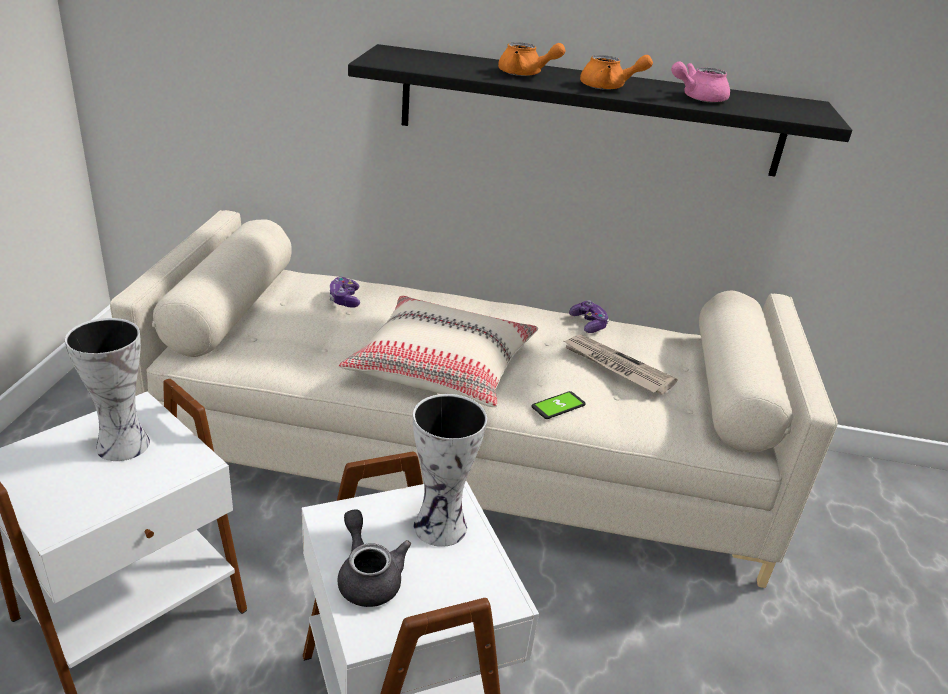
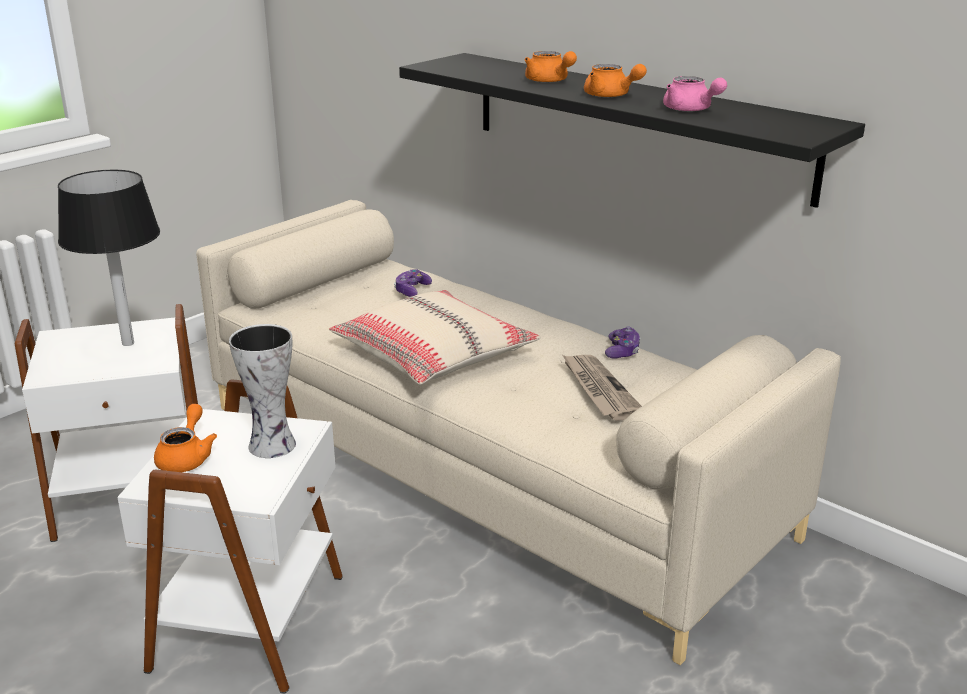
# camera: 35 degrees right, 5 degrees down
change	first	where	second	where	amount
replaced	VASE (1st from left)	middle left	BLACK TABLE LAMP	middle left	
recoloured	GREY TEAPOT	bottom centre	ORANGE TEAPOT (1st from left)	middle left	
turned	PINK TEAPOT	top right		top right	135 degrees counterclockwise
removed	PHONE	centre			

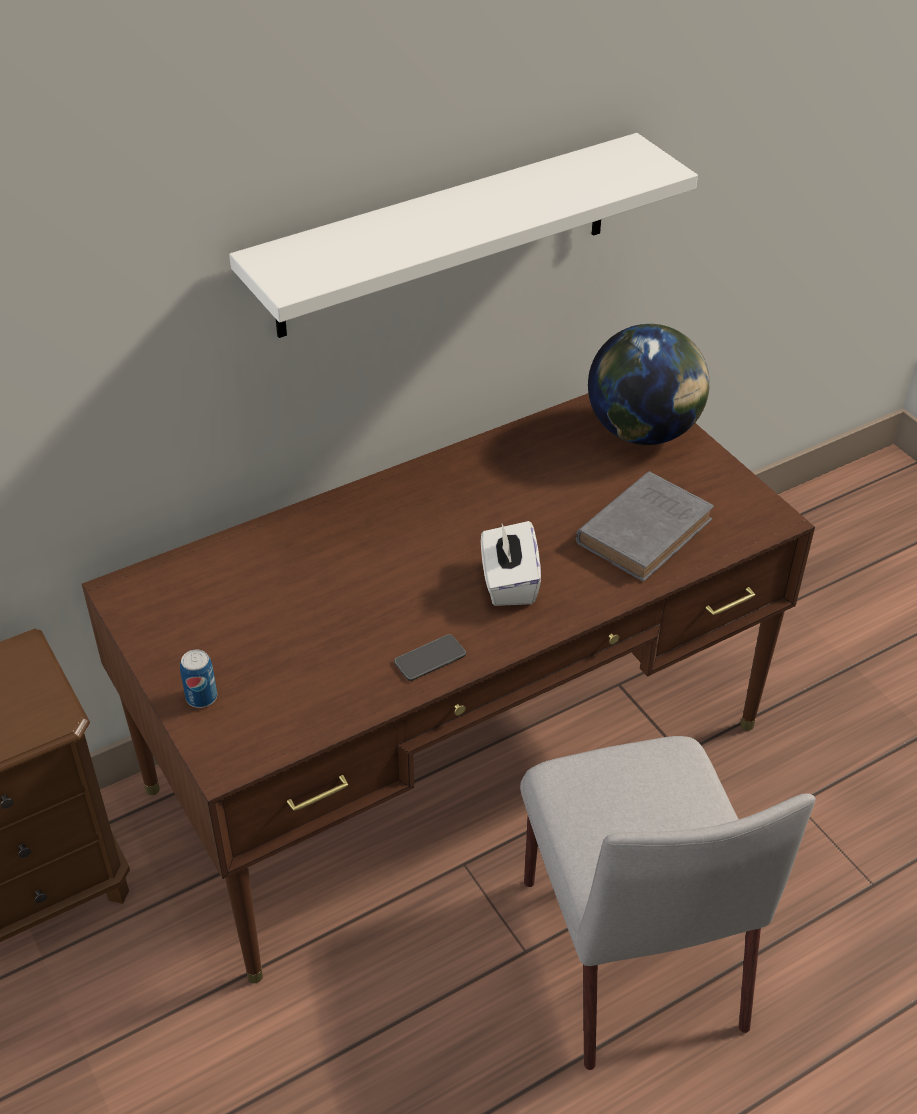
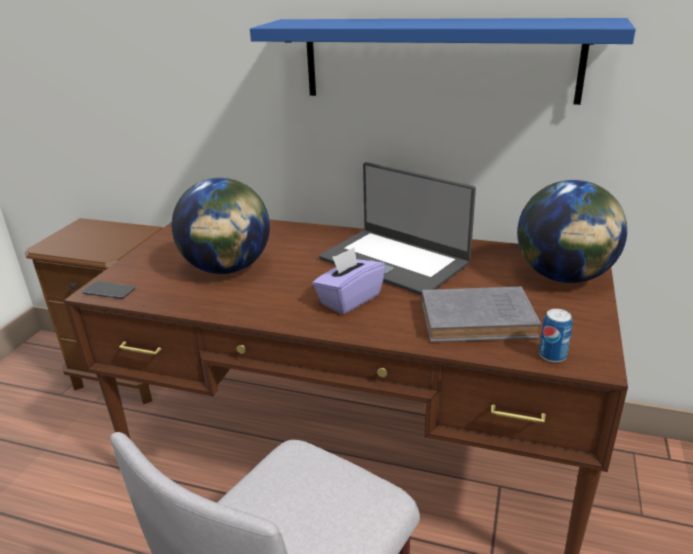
# camera: 50 degrees right, 15 degrees down
change	first	where	second	where	amount
moved	PHONE	centre		middle left	
added			GLOBE (1st from left)	middle left	
recoloured	WHITE SHELF	top centre	BLUE SHELF	top centre	
recoloured	WHITE TISSUE BOX	centre	PURPLE TISSUE BOX	centre	
added			LAPTOP	centre	
moved	CAN	middle left		middle right	

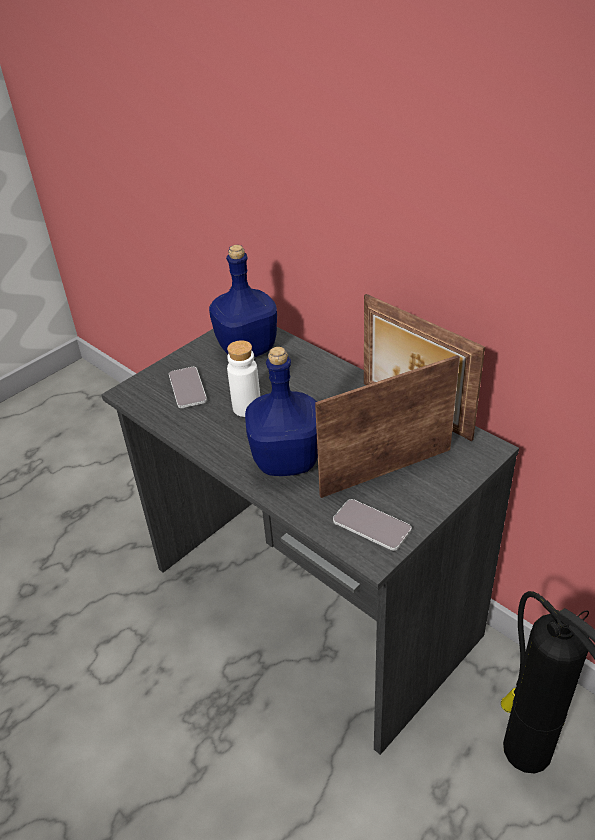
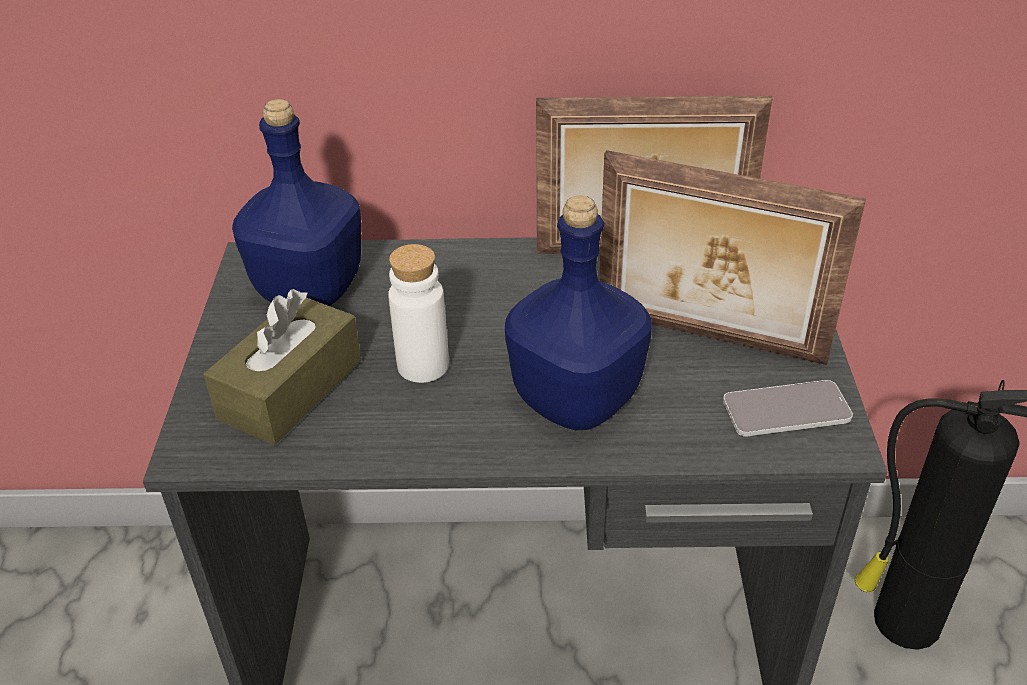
# camera: 45 degrees left, 0 degrees up
change	first	where	second	where	amount
replaced	PHONE (1st from left)	middle left	BROWN TISSUE BOX	middle left	
turned	PICTURE FRAME (1st from left in the first image)	centre	PICTURE FRAME (2nd from left)	middle right	90 degrees counterclockwise

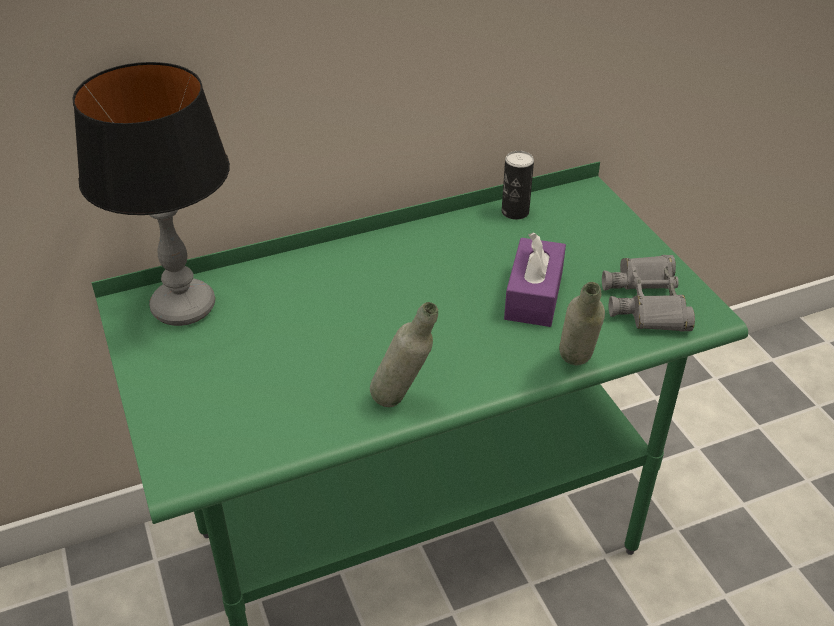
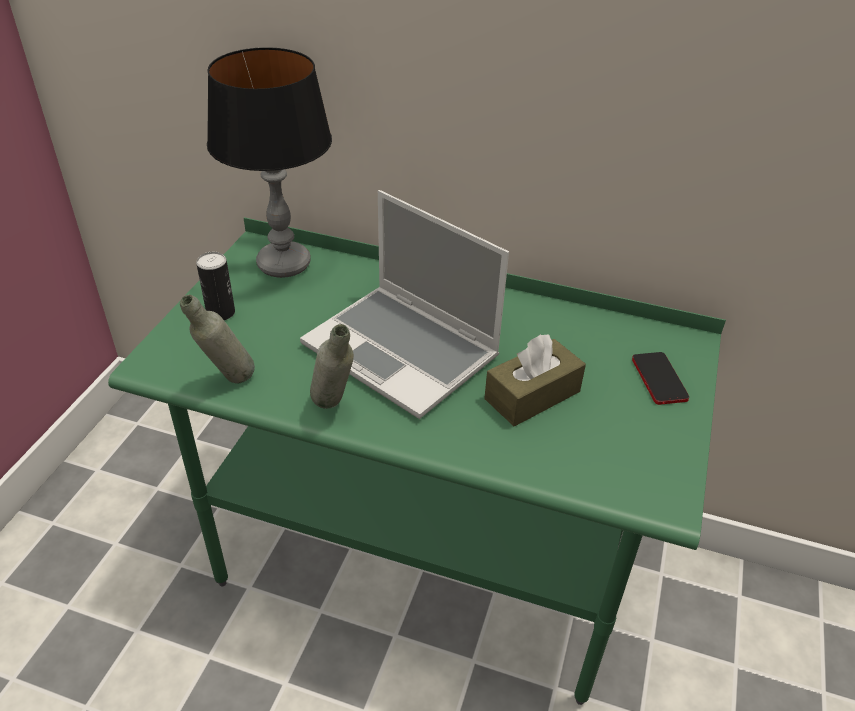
# camera: 40 degrees right, 0 degrees up
change	first	where	second	where	amount
moved	GREY BOTTLE (2nd from left in the first image)	middle right	GREY BOTTLE (1st from left)	middle left	
moved	CAN	top centre		middle left	
added			LAPTOP	centre	
recoloured	PURPLE TISSUE BOX	centre	BROWN TISSUE BOX	centre	
added			PHONE	middle right	
removed	GREY BINOCULARS	middle right			

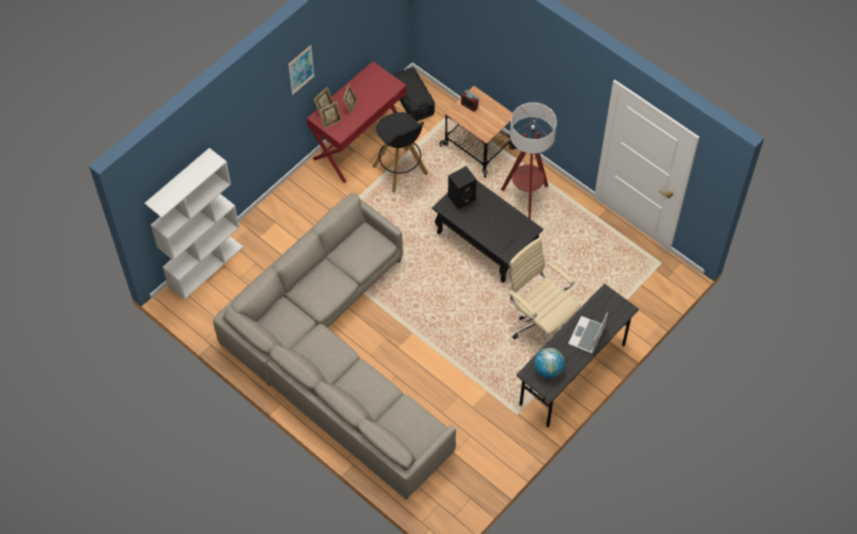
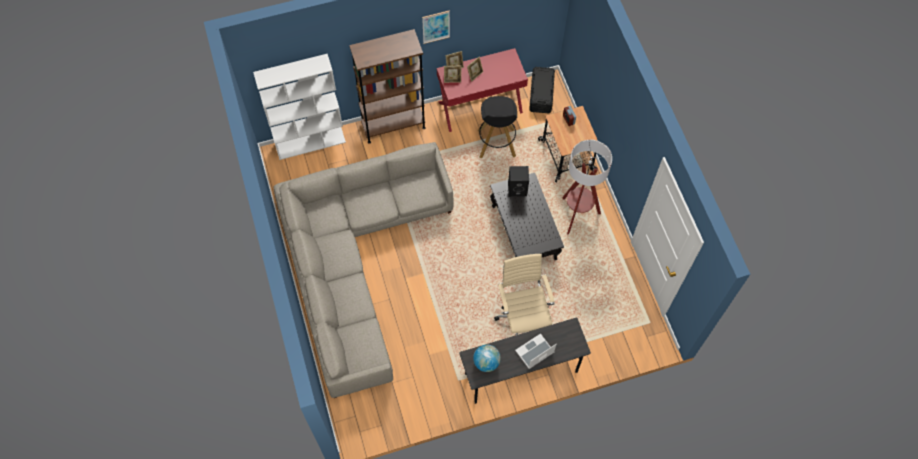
# camera: 30 degrees right, 5 degrees up
change	first	where	second	where	amount
added			BROWN BOOKCASE	top centre	

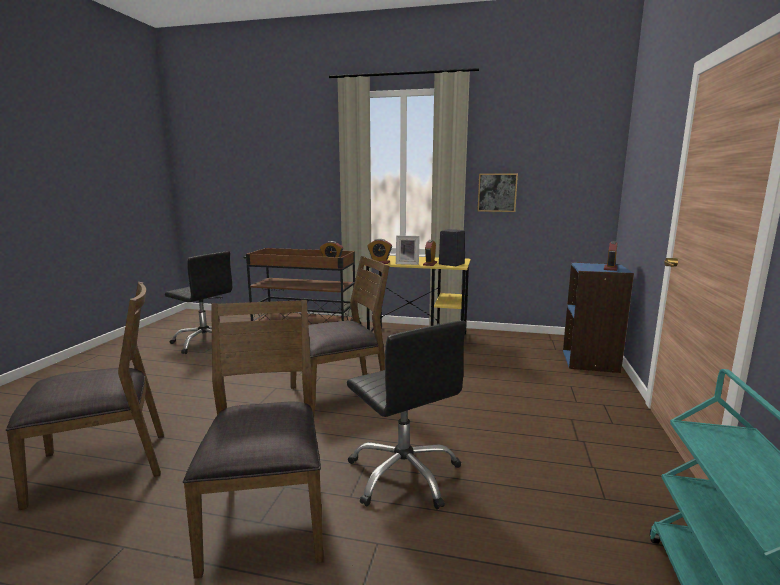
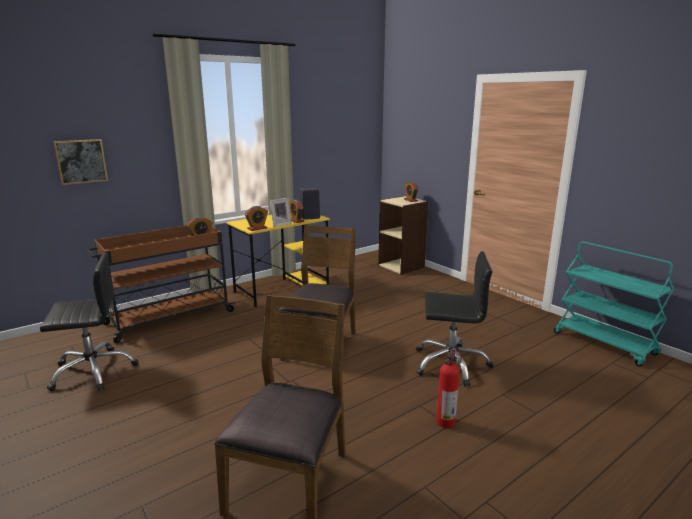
# camera: 50 degrees left, 5 degrees up
change	first	where	second	where	amount
moved	PICTURE	top centre		top left	
recoloured	BLUE BOOKCASE	middle right	BEIGE BOOKCASE	centre	
replaced	BROWN CHAIR (2nd from left)	bottom left	FIRE EXTINGUISHER	bottom centre	

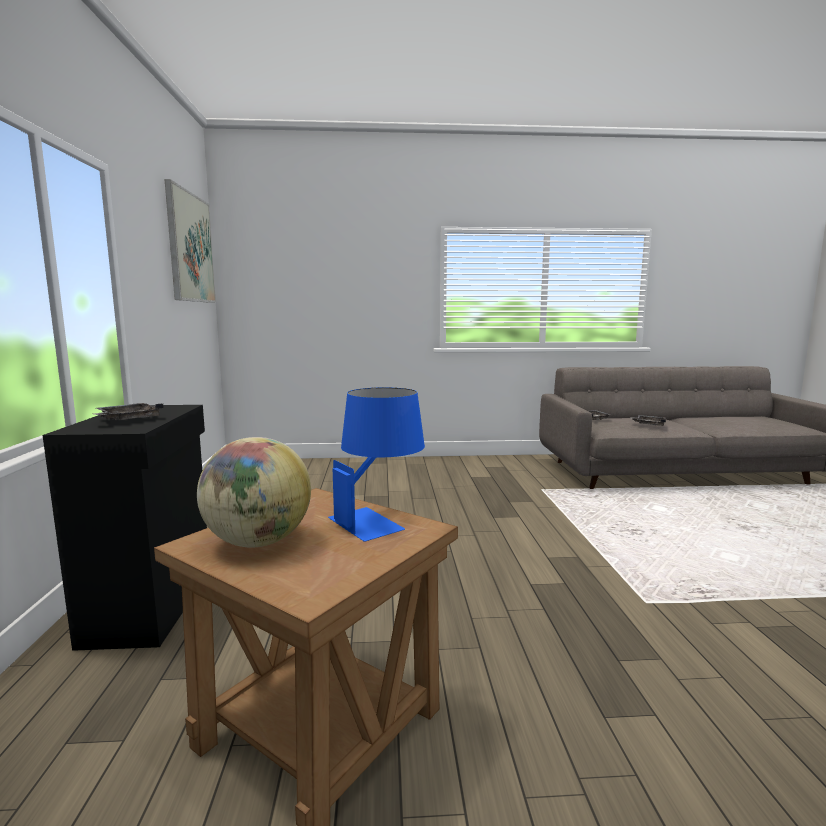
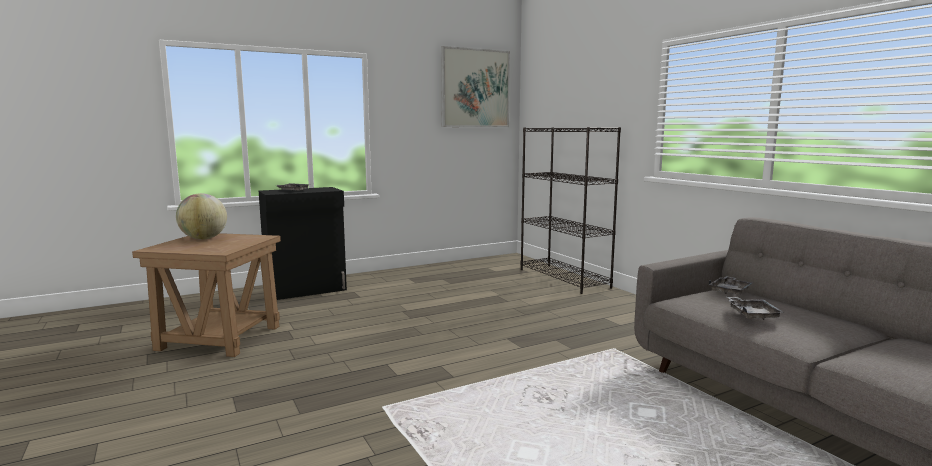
# camera: 65 degrees right, 0 degrees up
change	first	where	second	where	amount
added			BLACK BOOKCASE	centre	
removed	BLUE TABLE LAMP	centre			

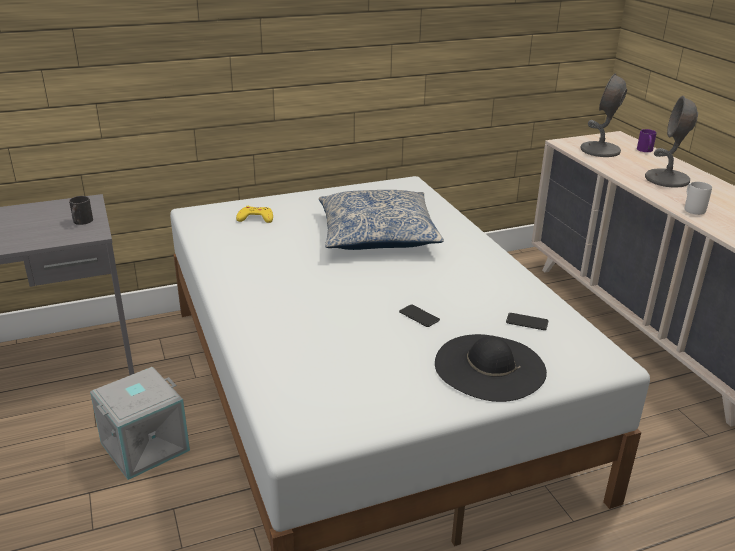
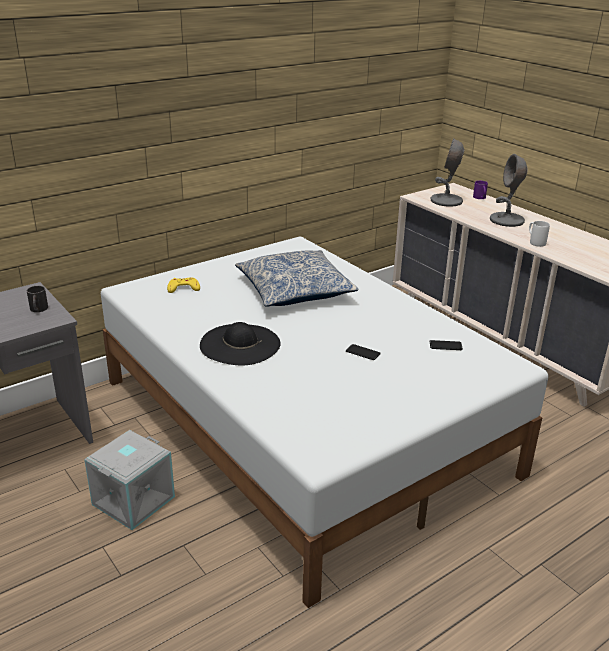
# camera: 15 degrees left, 0 degrees up
change	first	where	second	where	amount
moved	BLACK HAT	bottom right		centre	

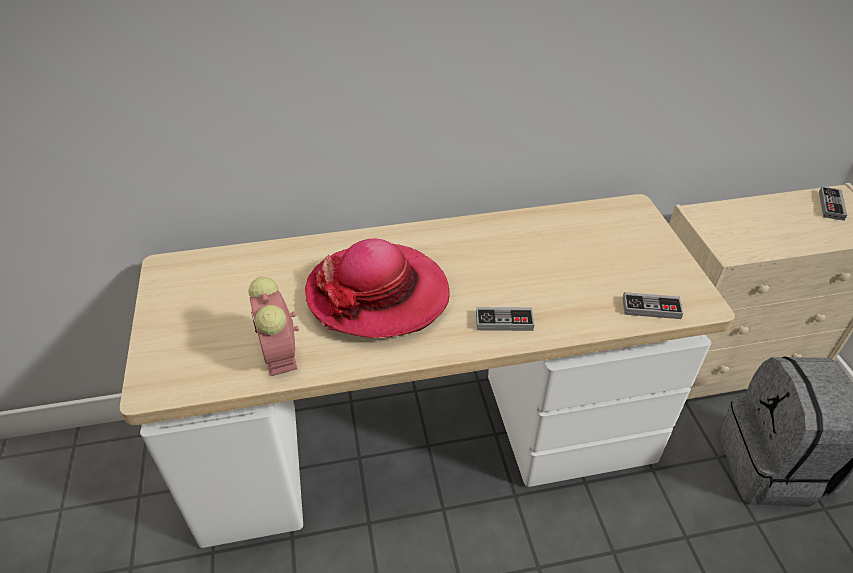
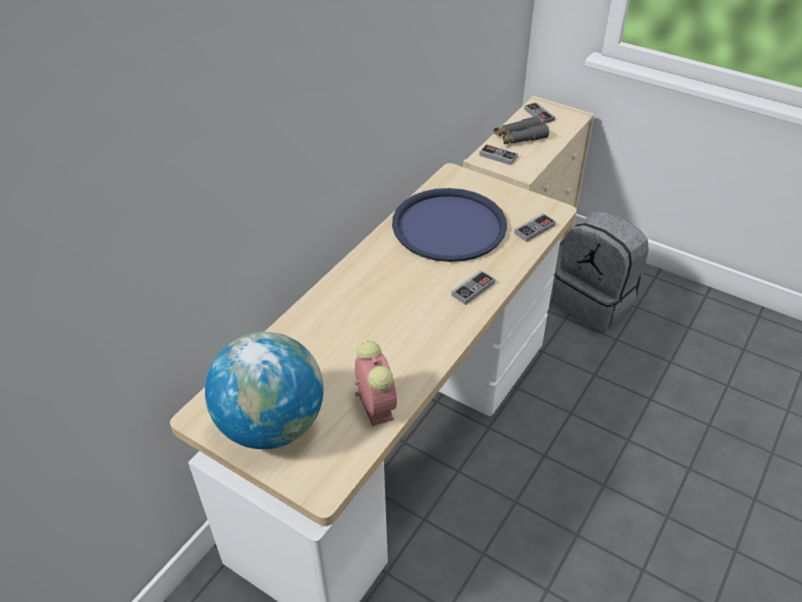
# camera: 45 degrees left, 0 degrees up
change	first	where	second	where	amount
added			GLOBE	middle left	
turned	ALARM CLOCK	middle left		centre	135 degrees counterclockwise
added			BLUE TRAY	centre	
added			GAME CONTROLLER (2nd from left)	top centre	
added			GREY BINOCULARS	top centre	
removed	HAT	centre			

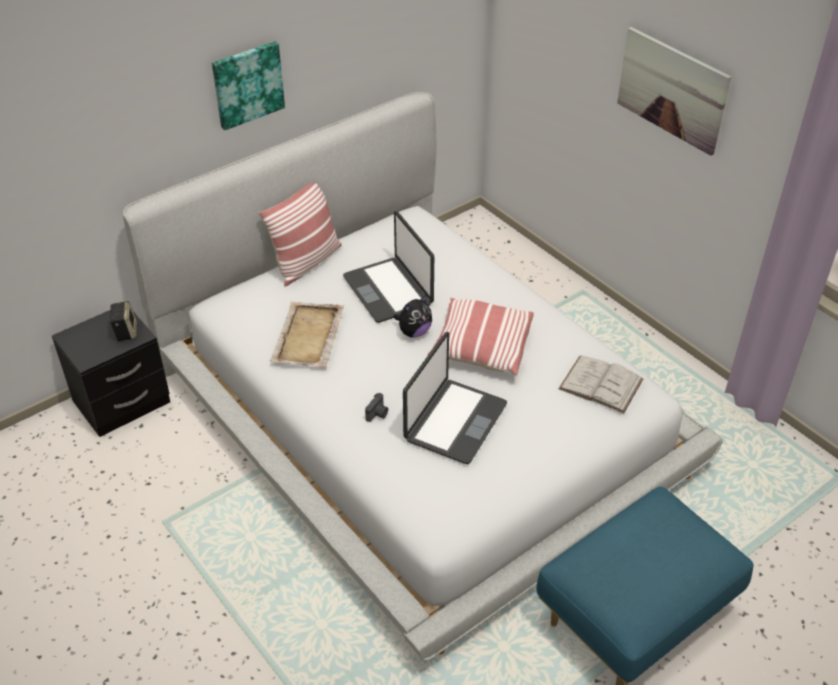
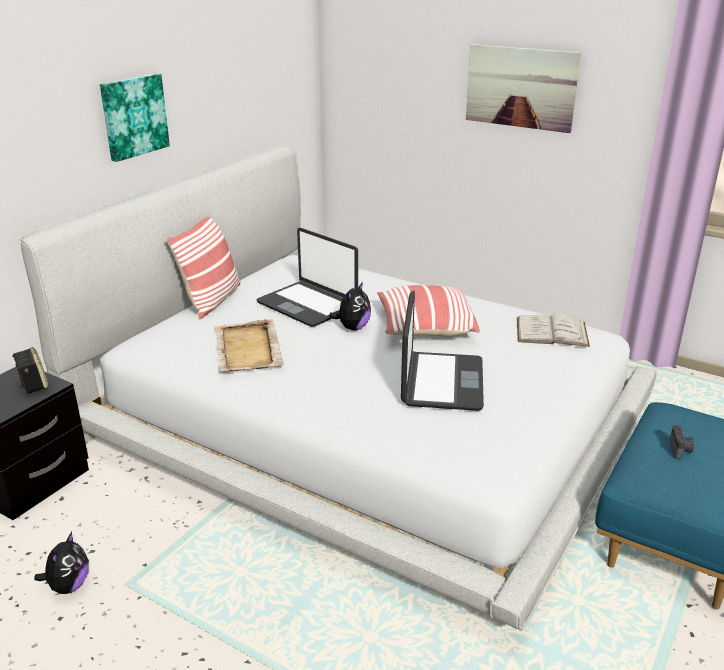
# camera: 20 degrees left, 15 degrees down
change	first	where	second	where	amount
added			PLUSH TOY (1st from left)	bottom left	
moved	PHOTO CAMERA	centre		middle right	

